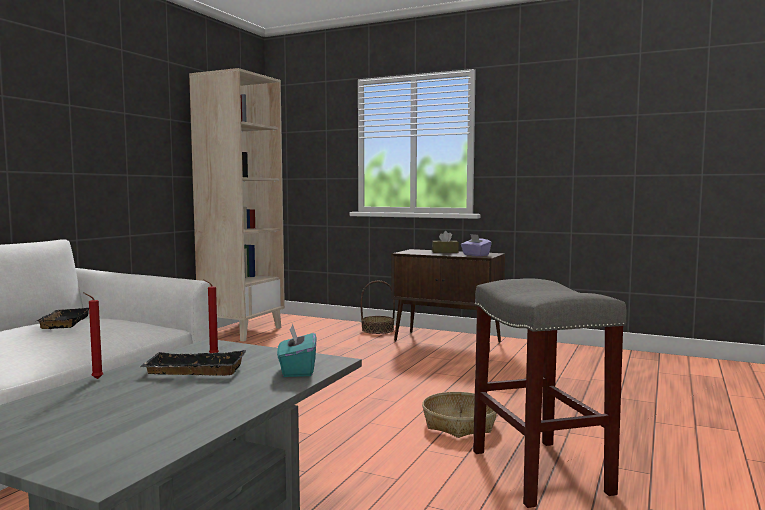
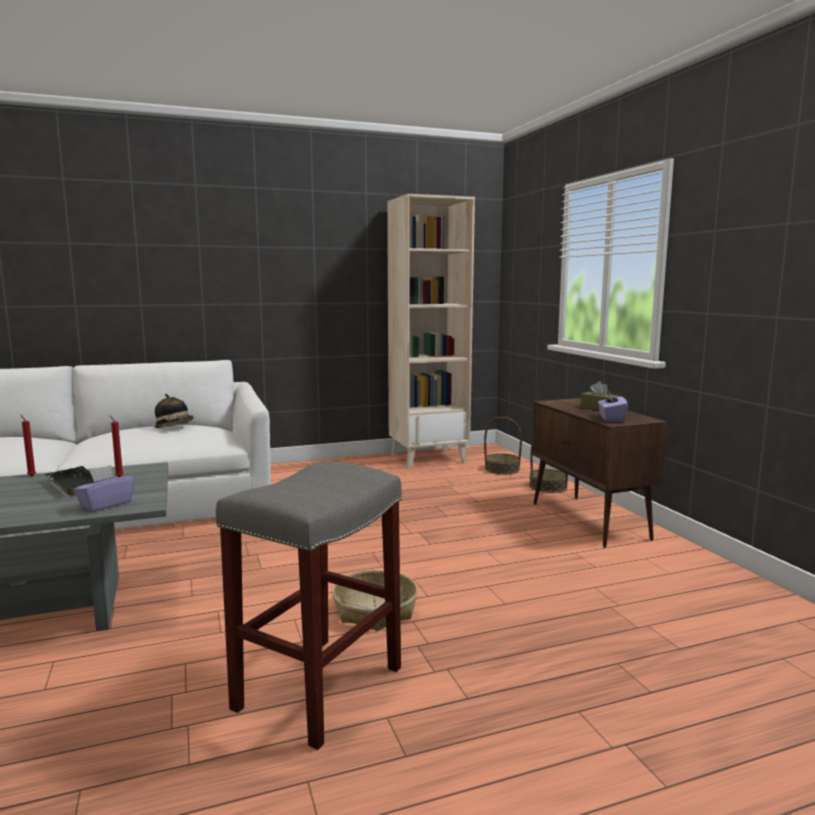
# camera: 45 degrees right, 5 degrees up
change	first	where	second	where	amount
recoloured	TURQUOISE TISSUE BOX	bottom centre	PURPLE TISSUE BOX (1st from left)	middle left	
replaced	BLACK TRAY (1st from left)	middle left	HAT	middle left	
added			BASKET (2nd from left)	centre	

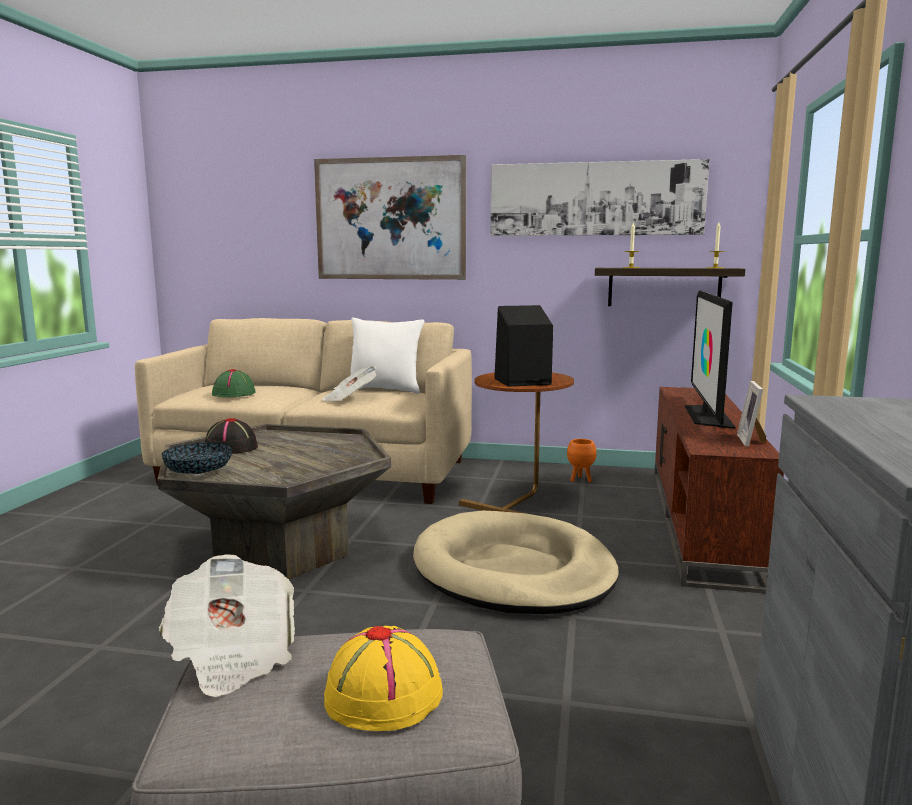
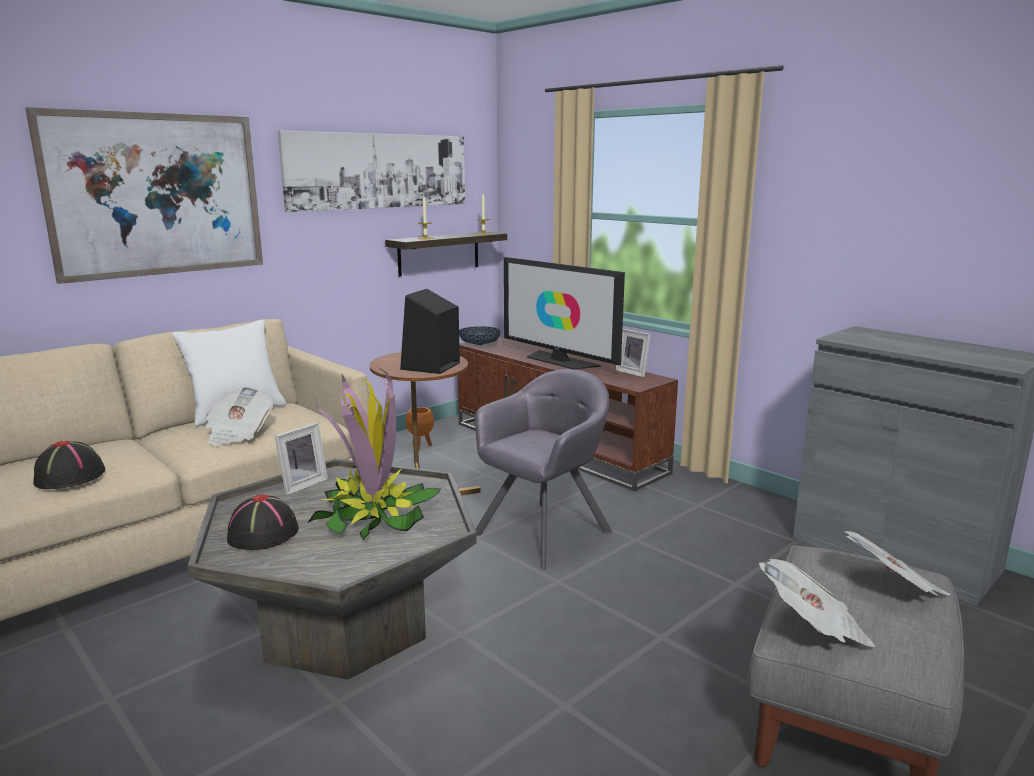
# camera: 55 degrees left, 5 degrees up
change	first	where	second	where	amount
recoloured	GREEN HAT	middle left	BLACK HAT (1st from left)	middle left	
added			PICTURE FRAME (1st from left)	middle left	
added			POTTED PLANT	centre	
moved	BOWL	middle left		centre	
replaced	BEIGE DOG BED	bottom centre	GREY ARMCHAIR	centre	
replaced	YELLOW HAT	bottom centre	NEWSPAPER (3rd from left)	bottom right	

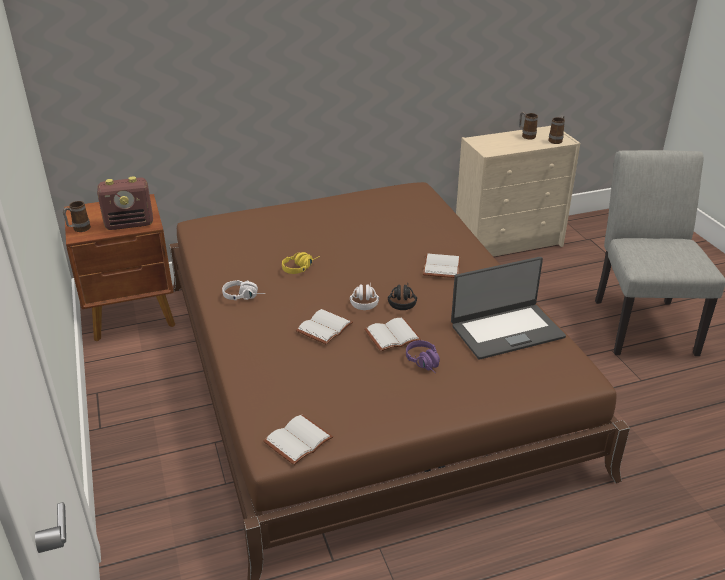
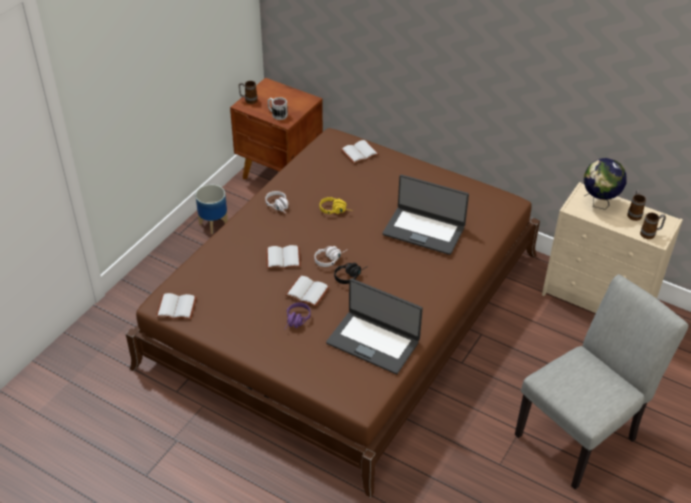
# camera: 50 degrees right, 10 degrees up
change	first	where	second	where	amount
added			PLANTER	middle left	
replaced	RADIO	middle left	MUG (2nd from left)	top centre	
moved	WHITE BOOK (4th from left)	centre		top centre	
added			LAPTOP (2nd from left)	centre	
added			GLOBE	middle right	

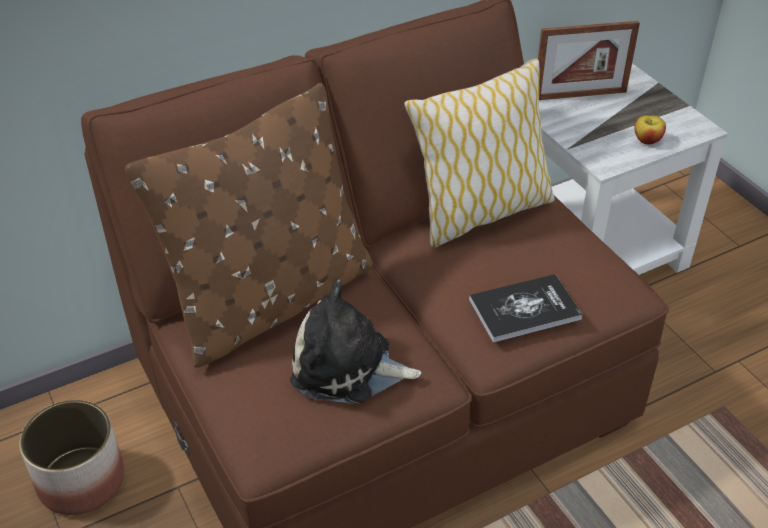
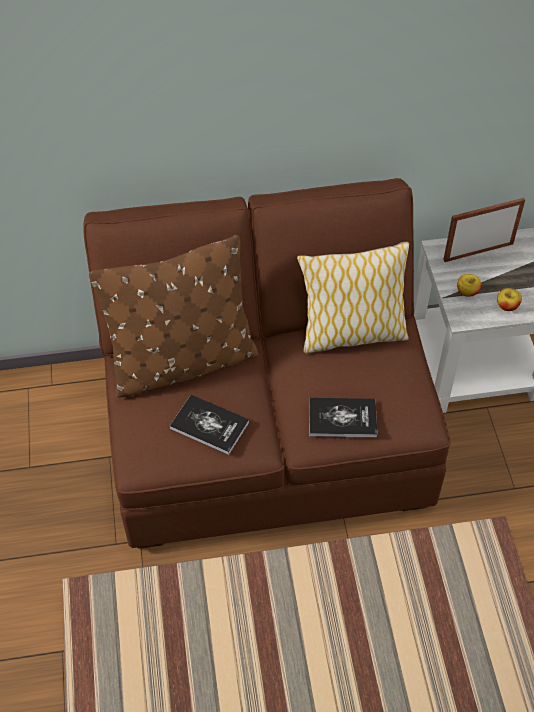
# camera: 20 degrees right, 10 degrees up
change	first	where	second	where	amount
replaced	PLUSH TOY	centre	BOOK (1st from left)	centre	
turned	PICTURE FRAME	top right		top right	150 degrees clockwise
added			APPLE (1st from left)	middle right	
removed	PLANTER	bottom left			

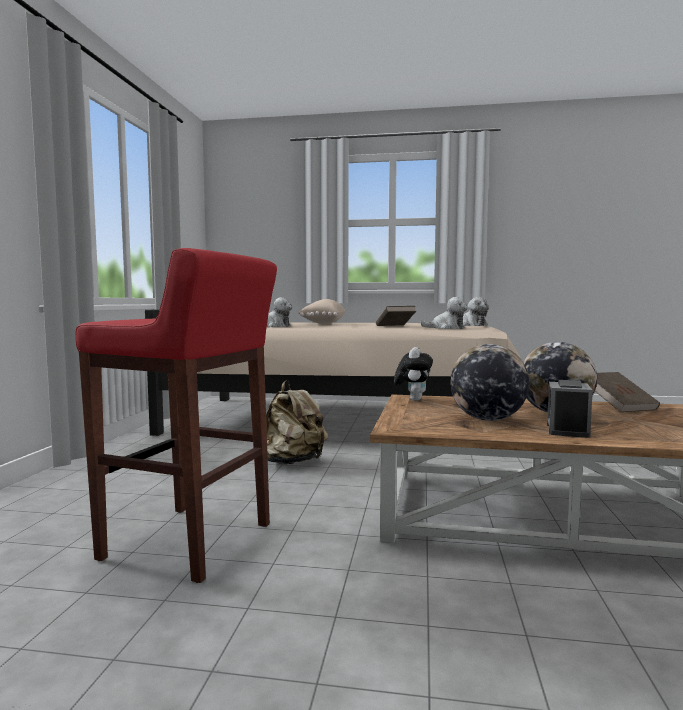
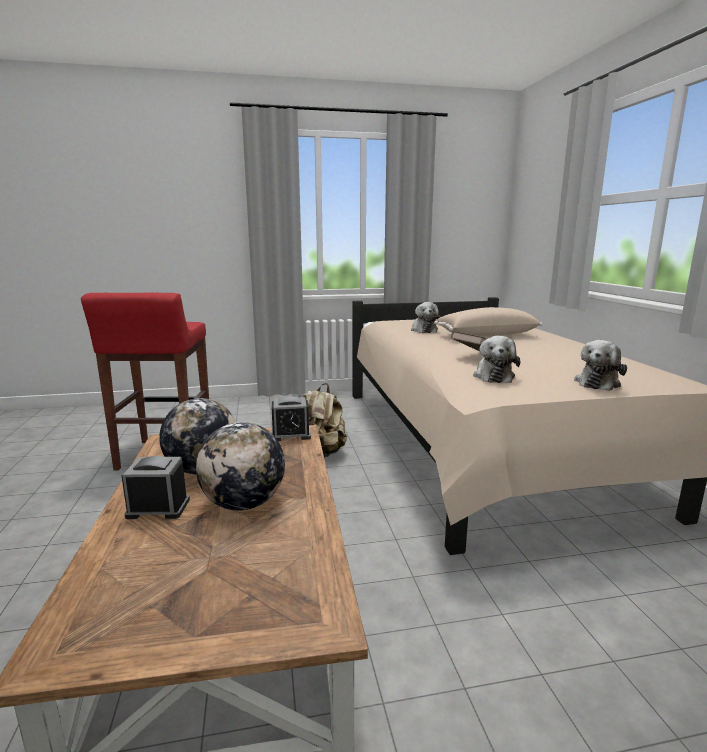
# camera: 70 degrees right, 10 degrees up
change	first	where	second	where	amount
replaced	PLUSH TOY (2nd from left)	centre	ALARM CLOCK (2nd from left)	centre	
removed	BROWN BOOK (2nd from left)	middle right			

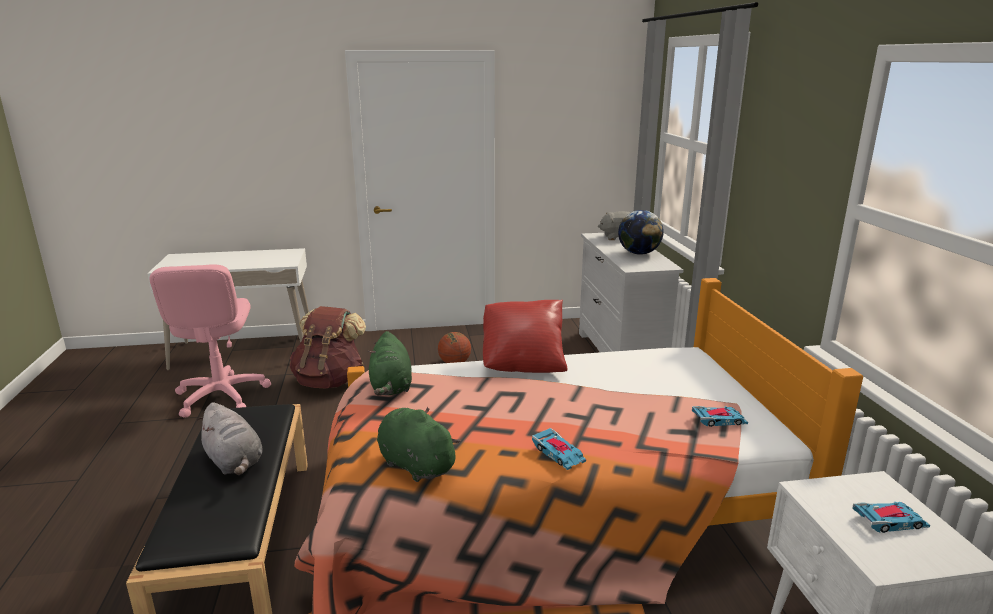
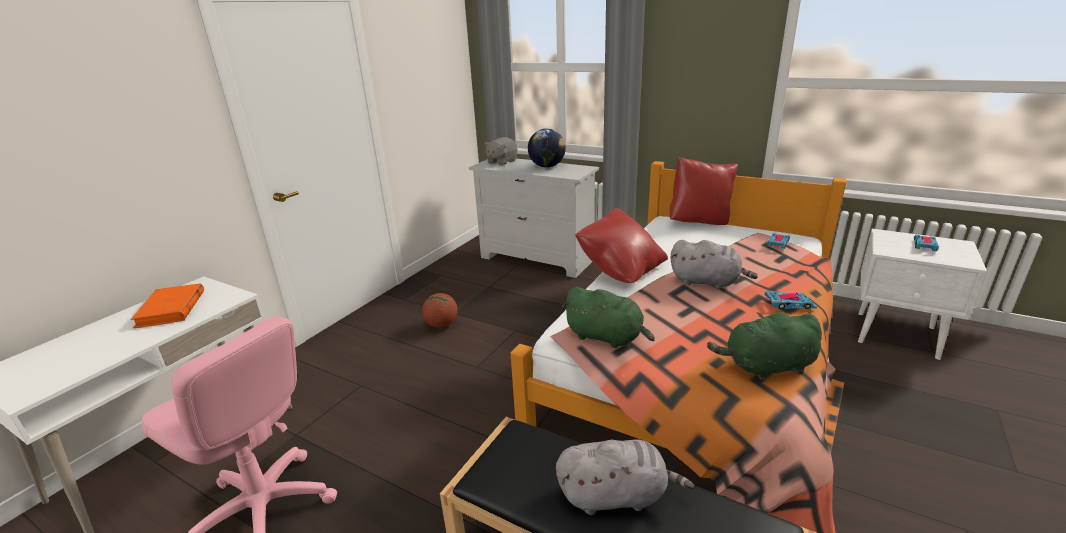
# camera: 50 degrees left, 5 degrees up
change	first	where	second	where	amount
added			ORANGE BOOK	middle left	
added			RED PILLOW (2nd from left)	centre	
added			GREY PLUSH TOY (3rd from left)	middle right	
removed	BROWN BACKPACK	middle left			

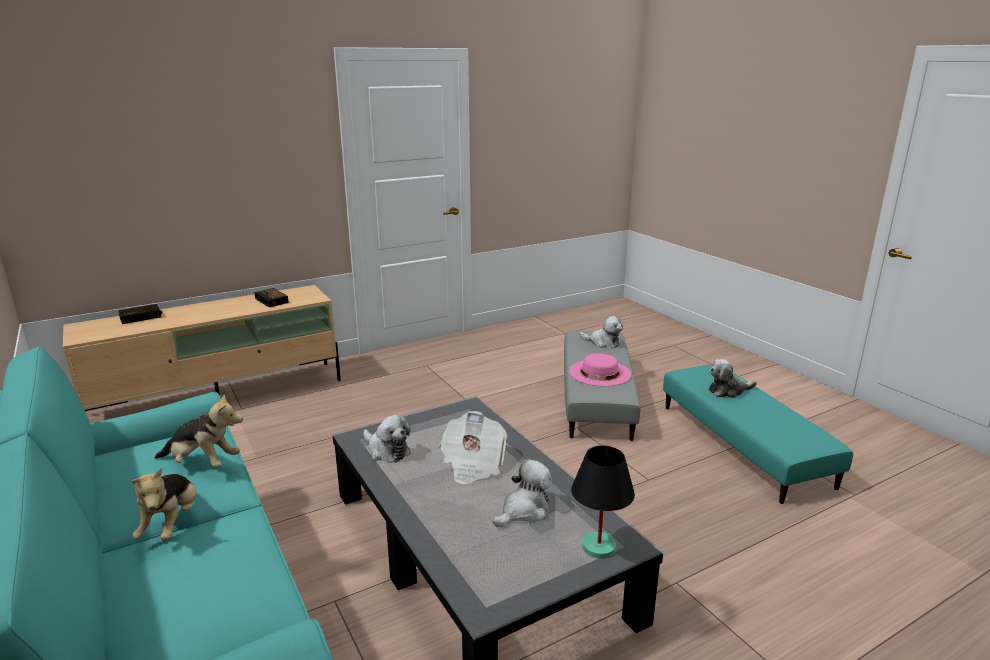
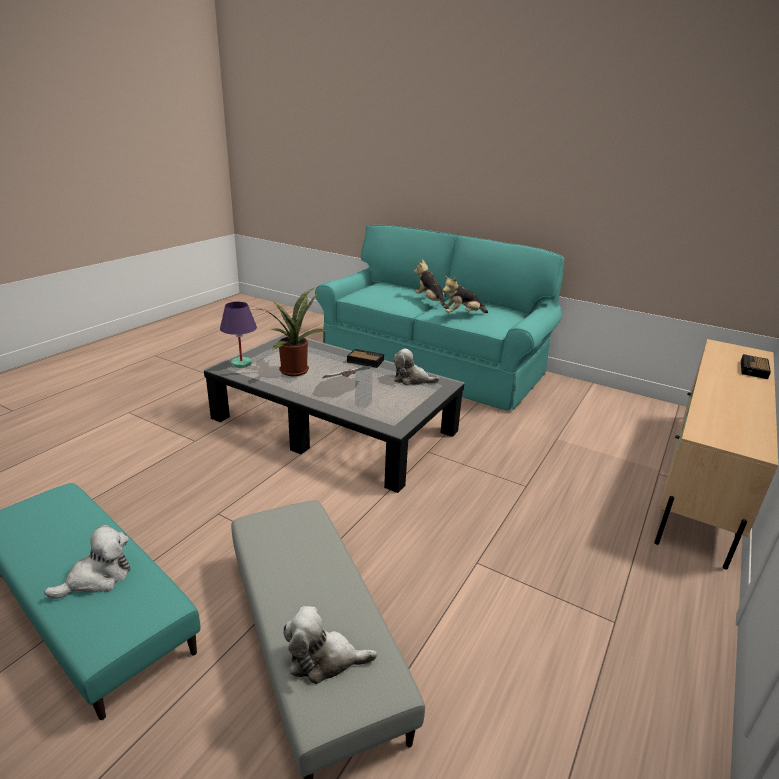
# camera: 150 degrees right, 5 degrees up
change	first	where	second	where	amount
recoloured	BLACK TABLE LAMP	bottom centre	PURPLE TABLE LAMP	middle left	
replaced	PLUSH TOY (4th from left)	bottom centre	POTTED PLANT	centre	
moved	ALARM CLOCK (2nd from left in the first image)	middle left	ALARM CLOCK (1st from left)	centre	
removed	PINK HAT	centre			

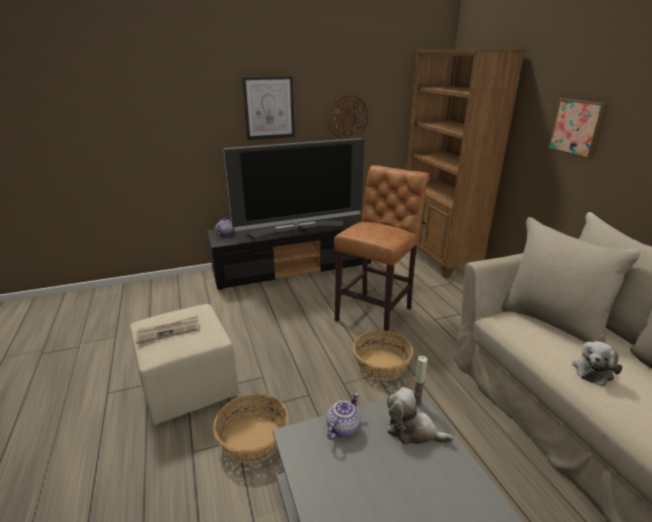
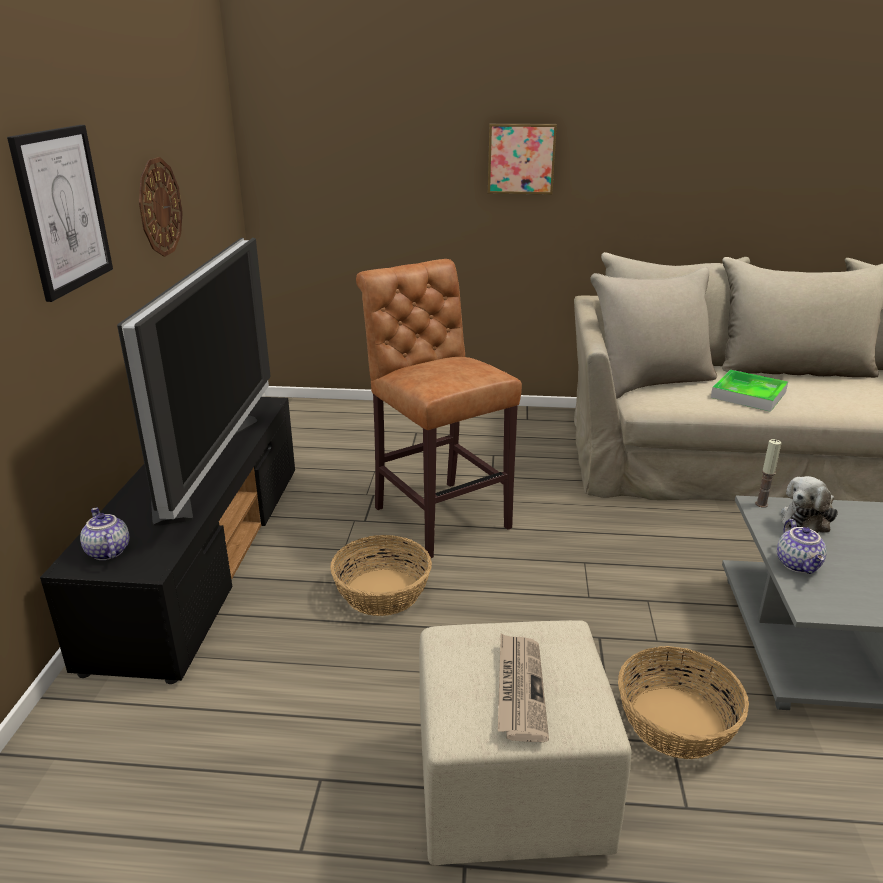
# camera: 65 degrees left, 0 degrees up
change	first	where	second	where	amount
moved	BASKET (2nd from left in the first image)	bottom centre	BASKET (1st from left)	centre	
replaced	PLUSH TOY (2nd from left)	bottom right	TRAY	middle right	
turned	TEAPOT (2nd from left)	bottom centre		middle right	150 degrees counterclockwise
removed	BROWN BOOKCASE	top right			

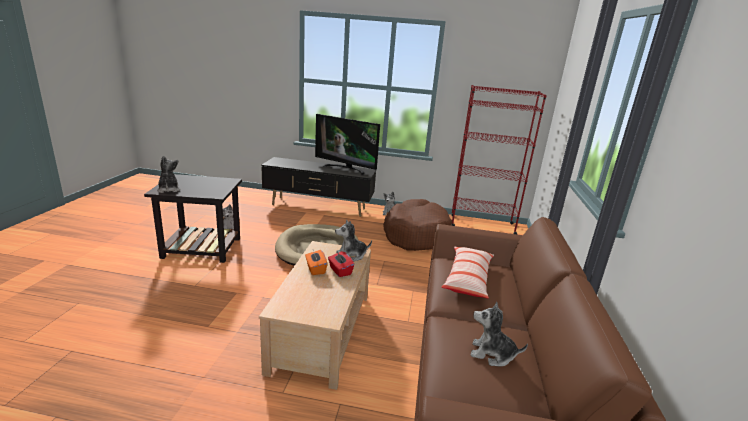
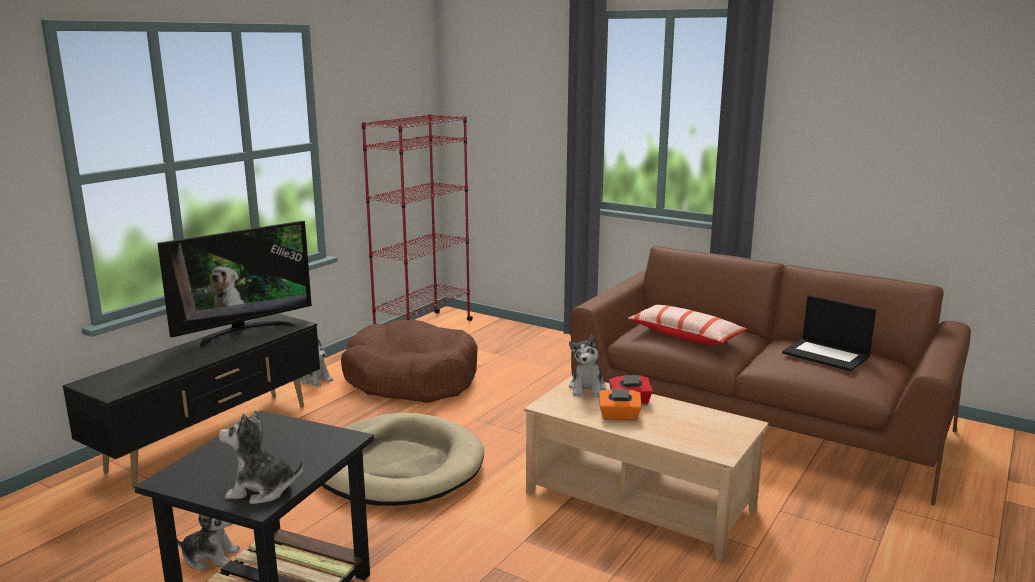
# camera: 65 degrees left, 5 degrees down
change	first	where	second	where	amount
replaced	PLUSH TOY (5th from left)	bottom right	LAPTOP	middle right	

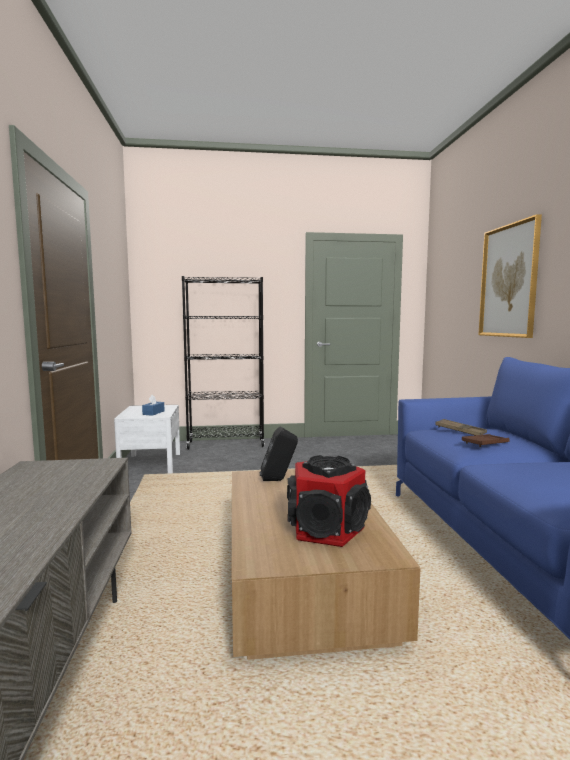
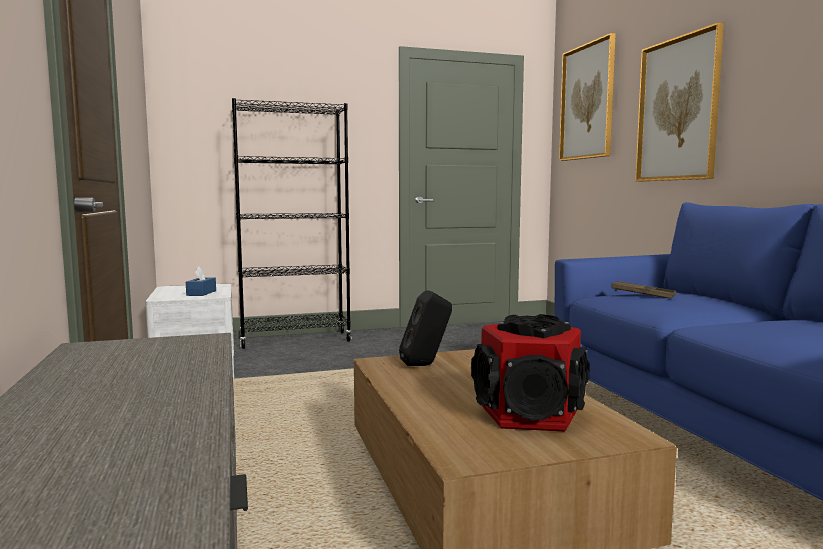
# camera: 10 degrees left, 0 degrees up
change	first	where	second	where	amount
added			PICTURE (1st from left)	top right	
removed	BROWN TRAY (2nd from left)	middle right			

